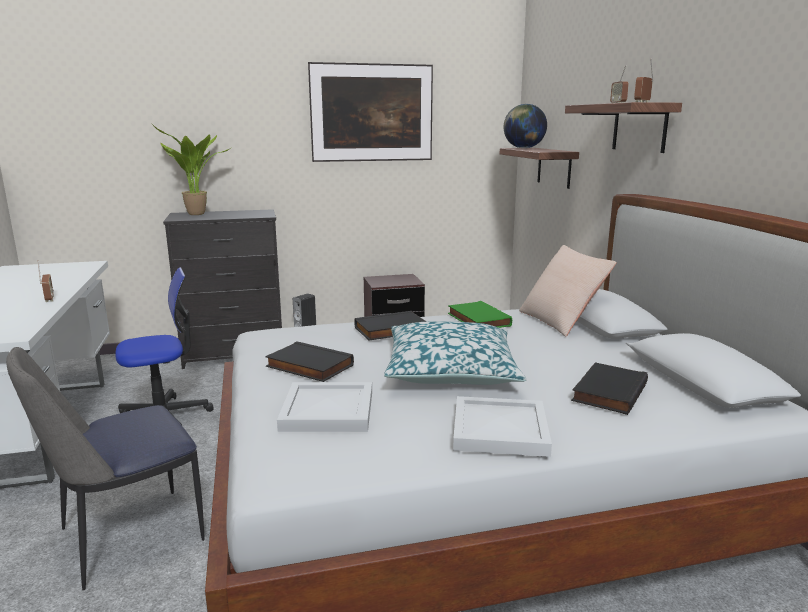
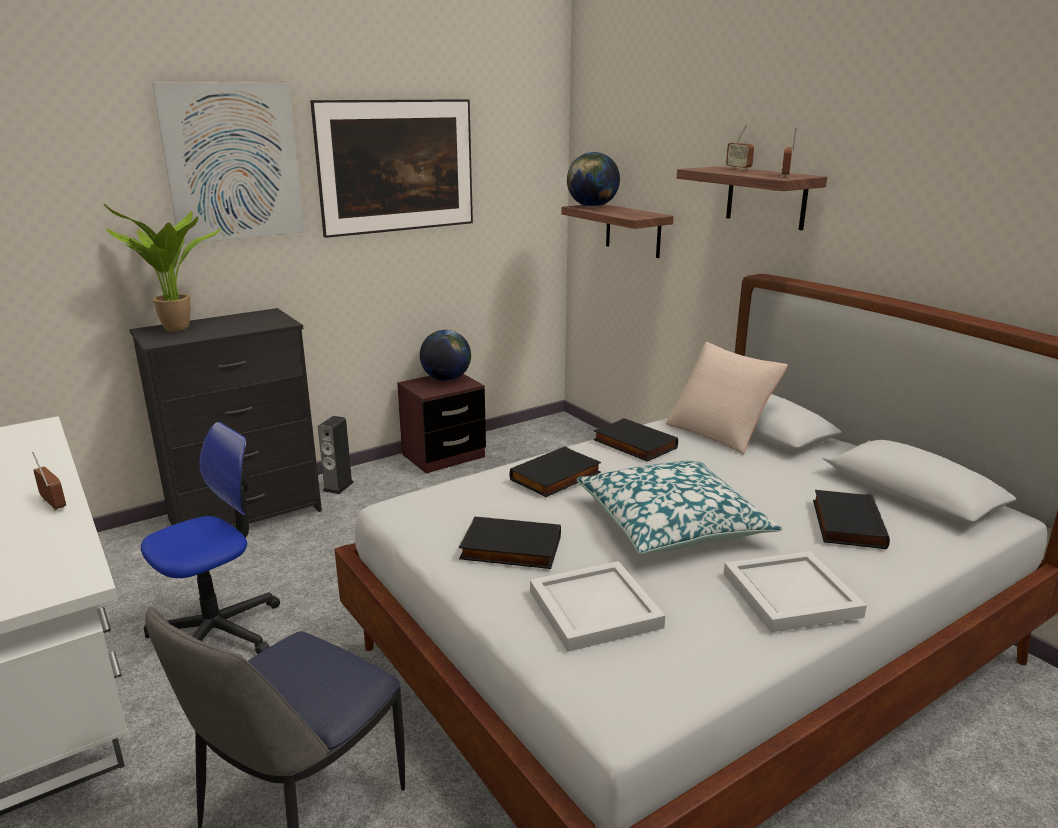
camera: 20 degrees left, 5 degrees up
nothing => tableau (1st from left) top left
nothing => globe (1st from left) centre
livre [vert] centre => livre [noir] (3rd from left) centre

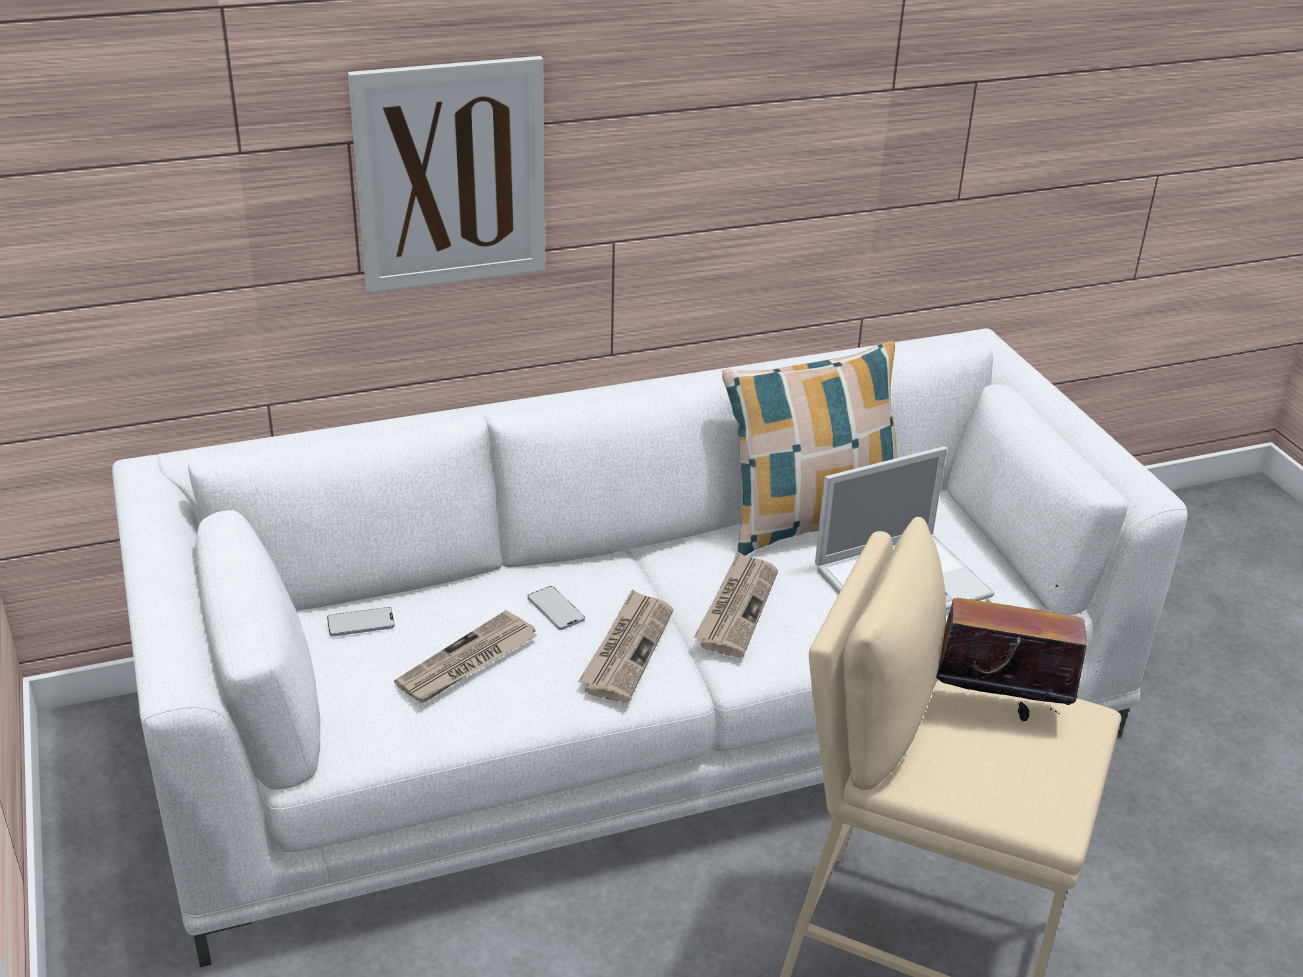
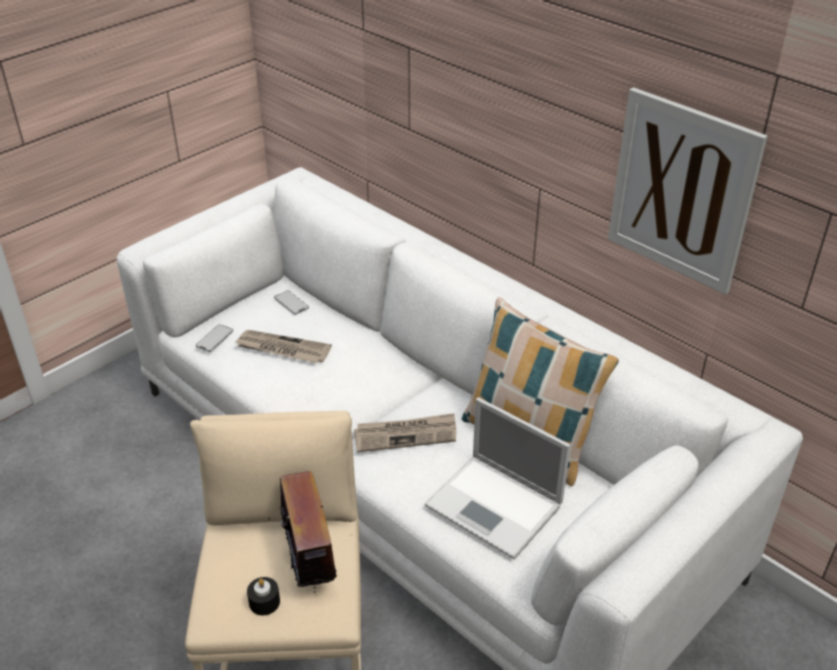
camera: 65 degrees right, 5 degrees up
journal (2nd from left) centre => nothing
nothing => bougie [noir] bottom left
tableau top centre => tableau top right, moved
téléphone (2nd from left in the first image) centre => téléphone (1st from left) middle left, moved

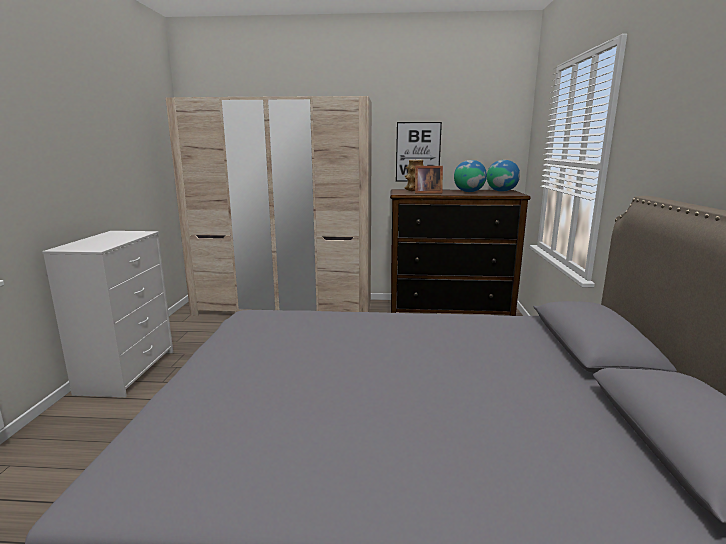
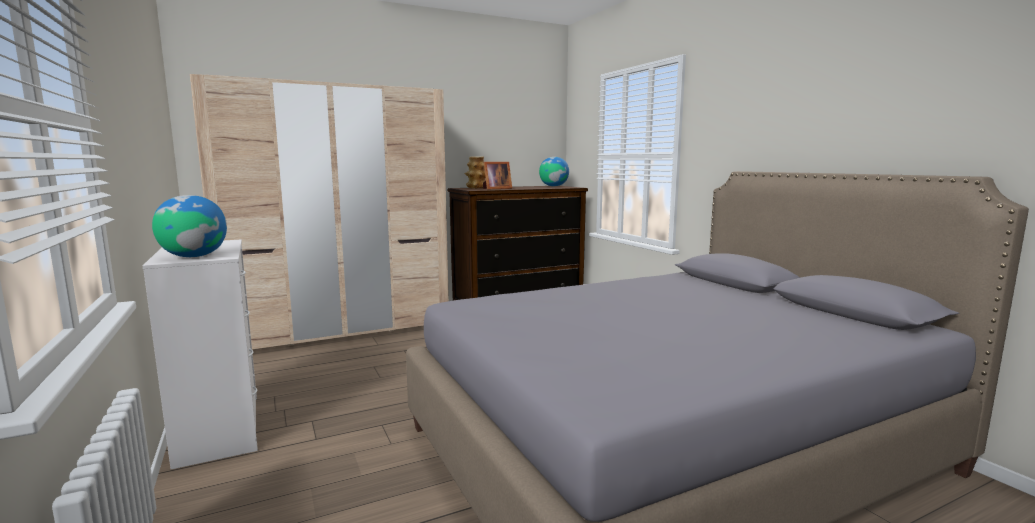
camera: 30 degrees left, 5 degrees down
tableau top centre => nothing
globe (1st from left) top centre => globe (1st from left) middle left, moved

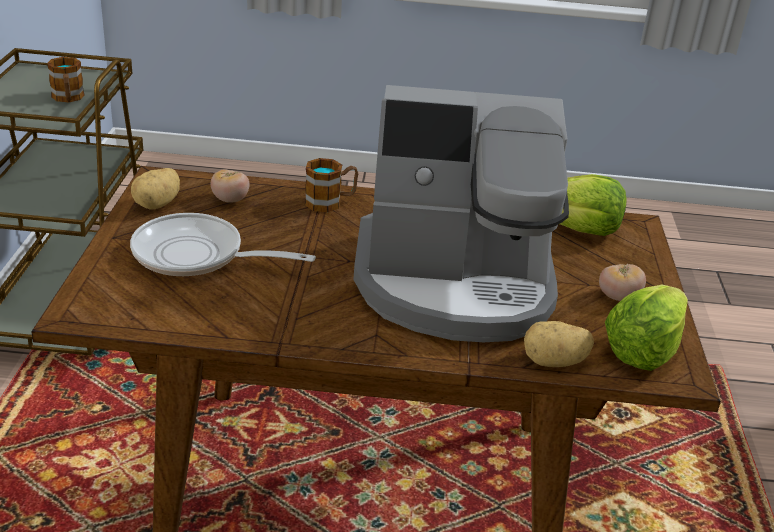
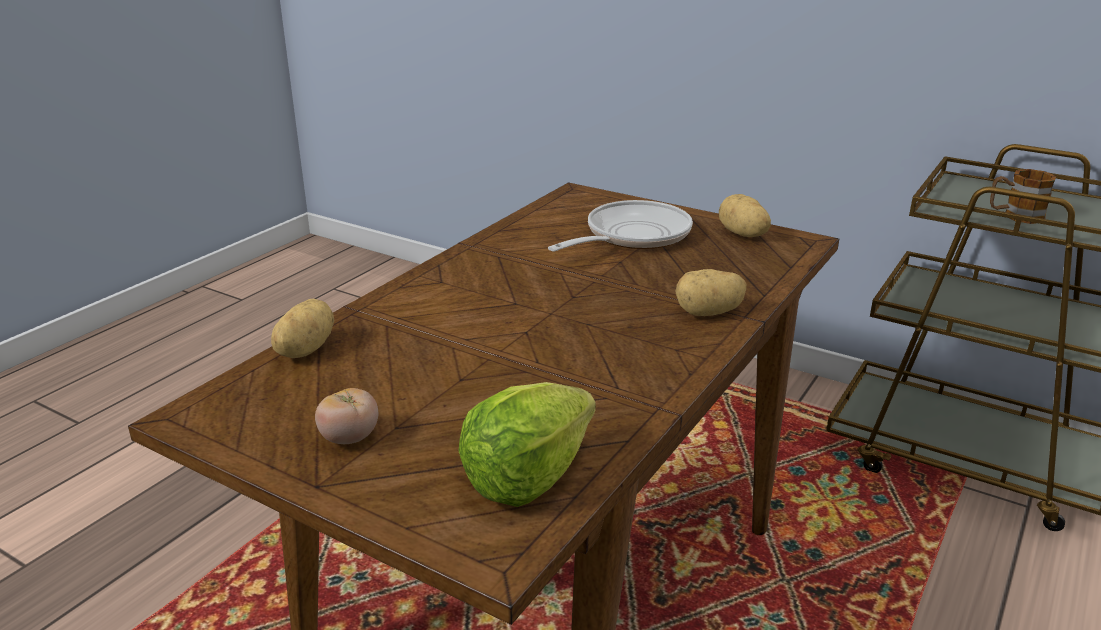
camera: 120 degrees right, 5 degrees down
tomate (1st from left) middle left => nothing
machine à café centre => nothing
laitue (2nd from left) middle right => nothing
mug (2nd from left) centre => pomme de terre (2nd from left) centre

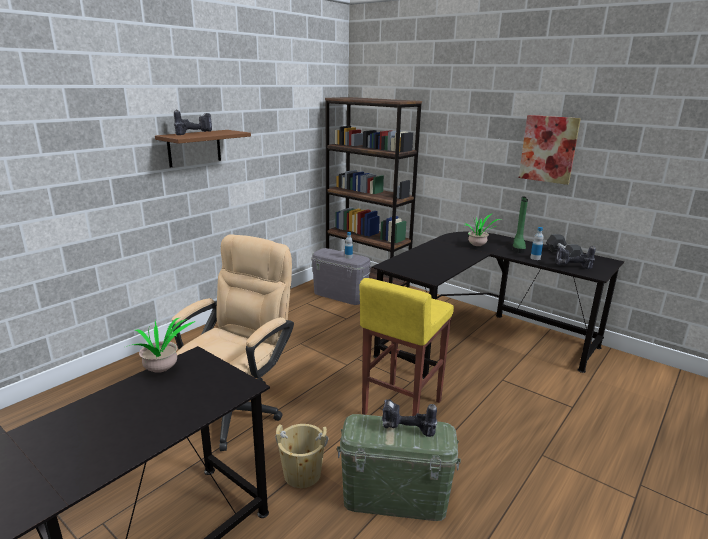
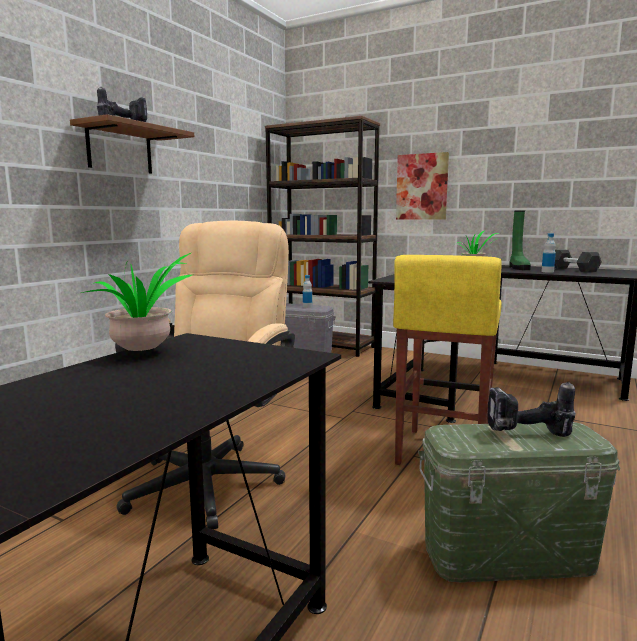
camera: 10 degrees left, 10 degrees down
seau [beige] bottom centre => nothing
perceuse (3rd from left) middle right => nothing
tableau top right => tableau top centre, moved

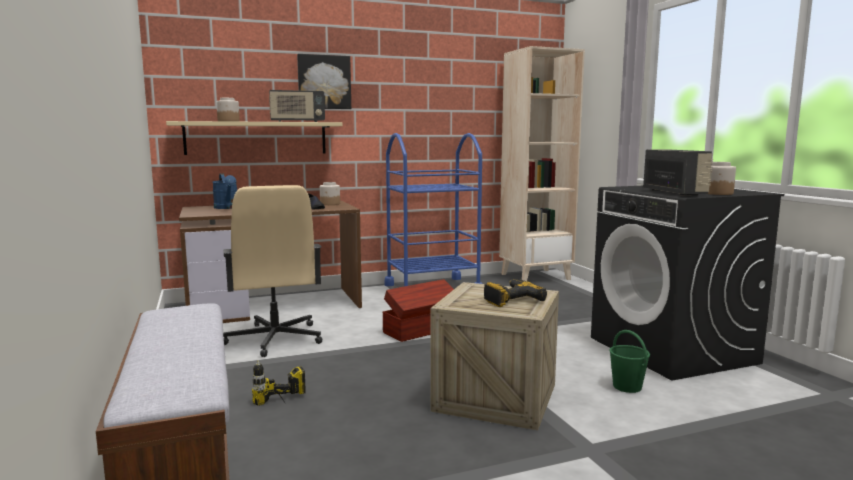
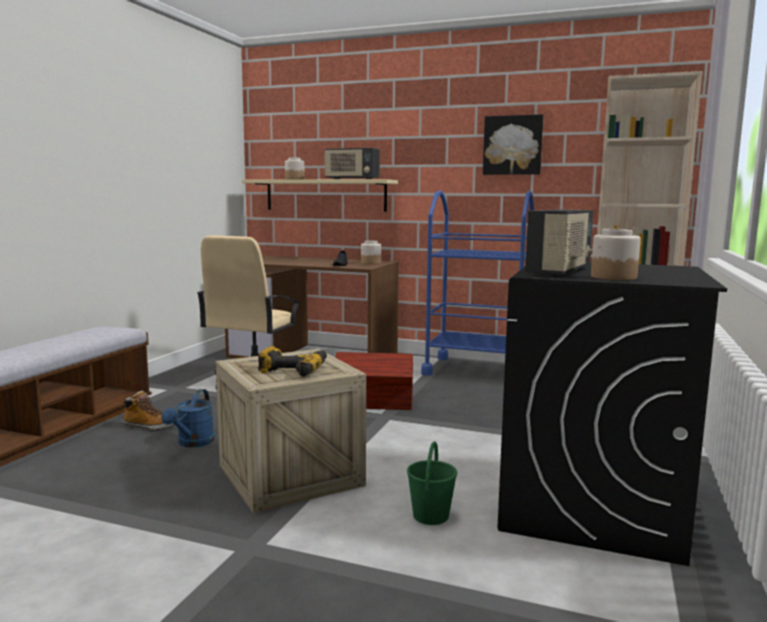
camera: 40 degrees right, 0 degrees up
arrosoir [bleu] middle left => arrosoir [bleu] bottom left, moved
tableau top centre => tableau top right, moved
perceuse (1st from left) bottom left => botte middle left

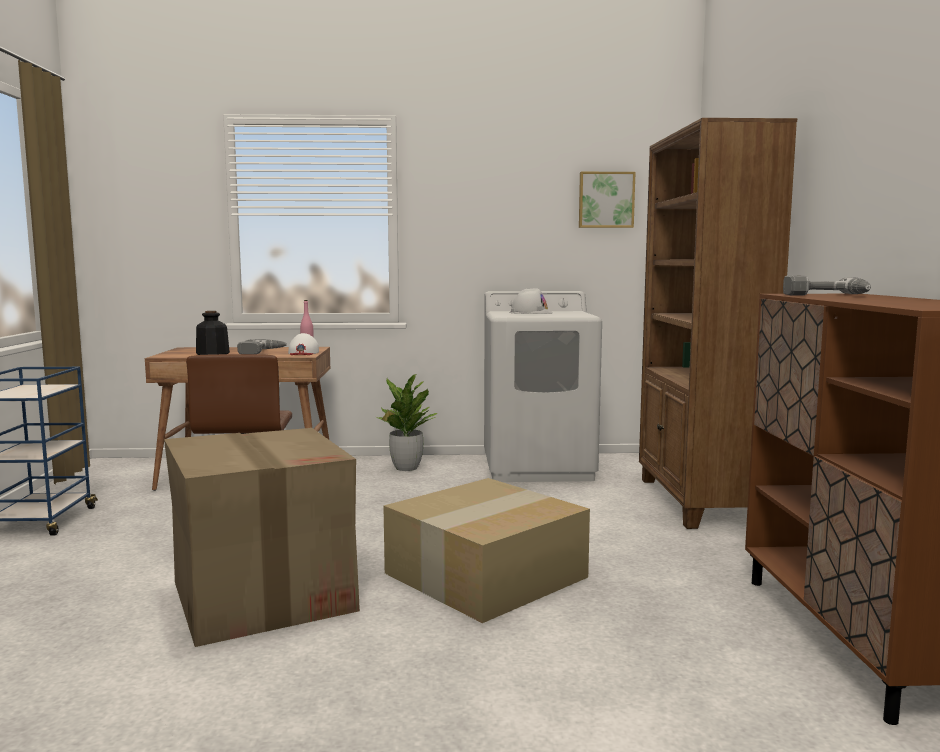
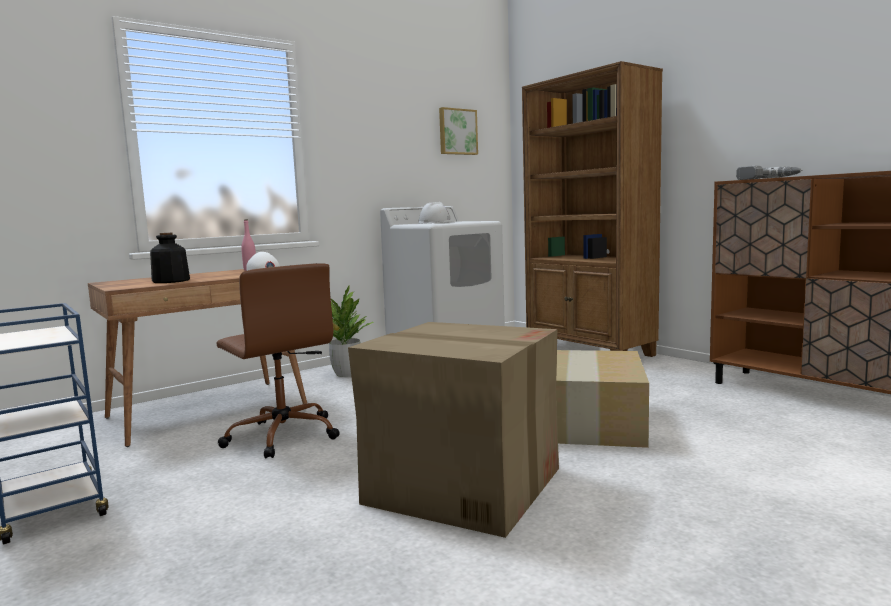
camera: 35 degrees left, 0 degrees up
perceuse (1st from left) middle left => nothing

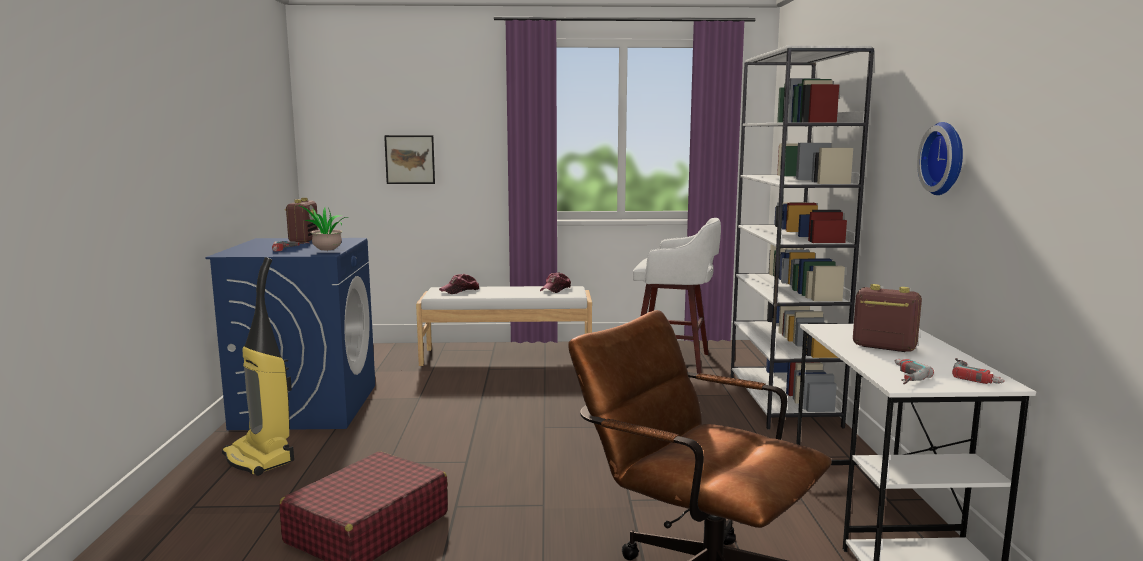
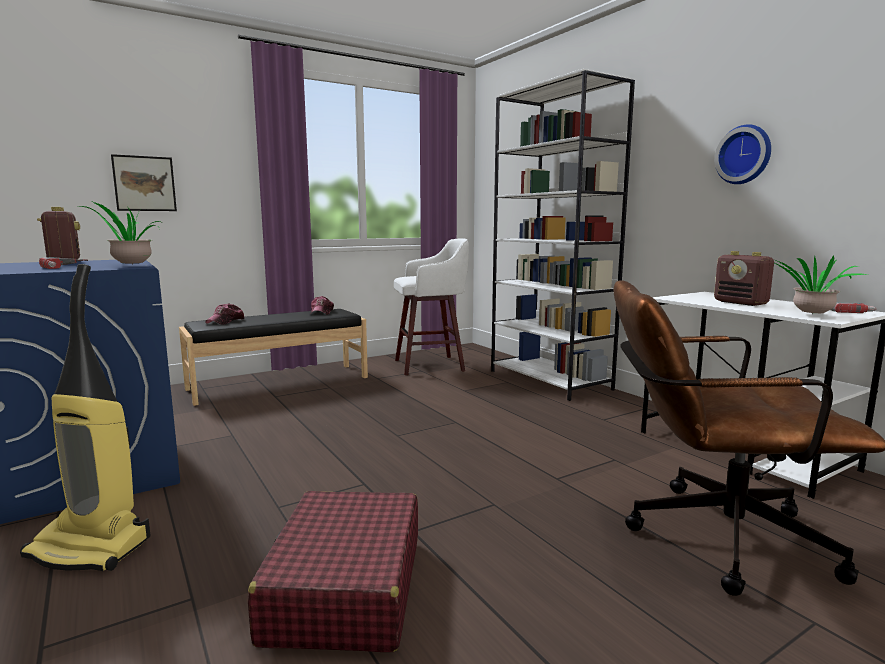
camera: 30 degrees left, 0 degrees up
perceuse (2nd from left) middle right => plante en pot (2nd from left) middle right
banc [blanc] centre => banc [noir] middle left
radio (2nd from left) middle right, 120 degrees counterclockwise

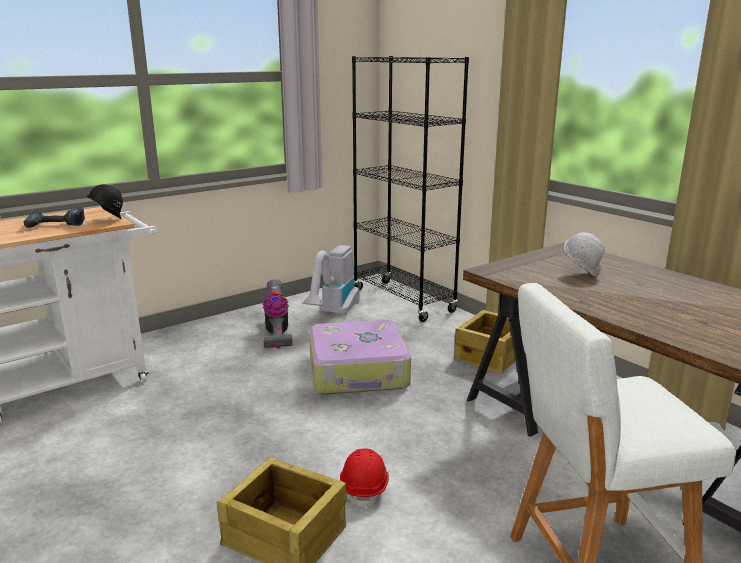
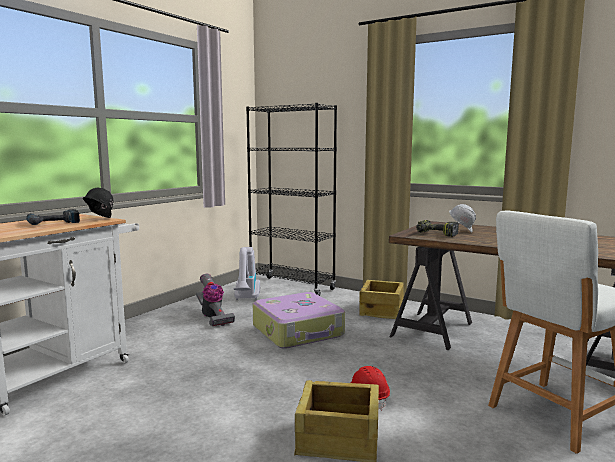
camera: 20 degrees left, 10 degrees down
nothing => perceuse (2nd from left) middle right

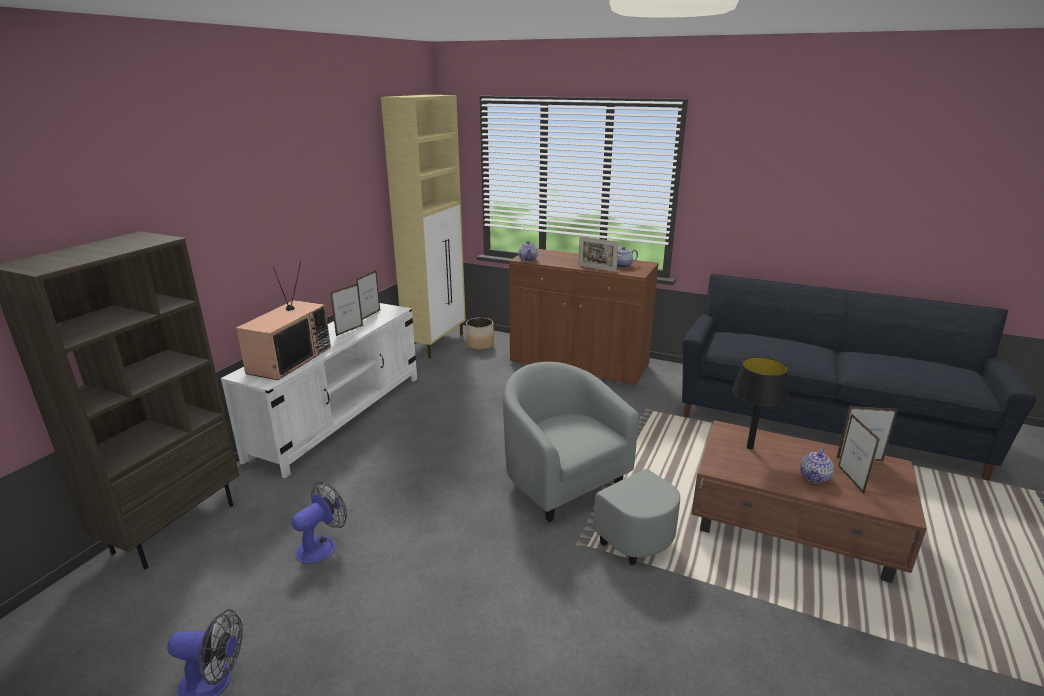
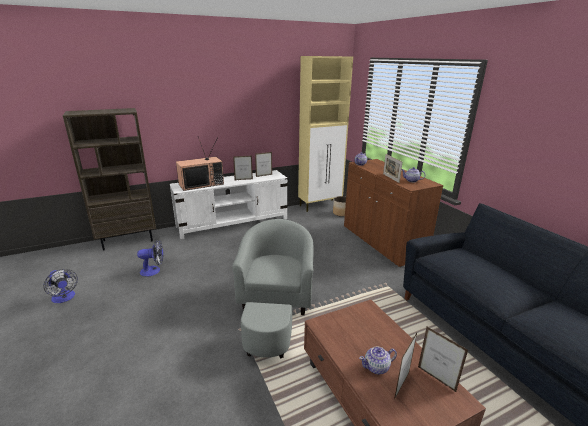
camera: 40 degrees right, 0 degrees up
lampe de table [noir] middle right => nothing

